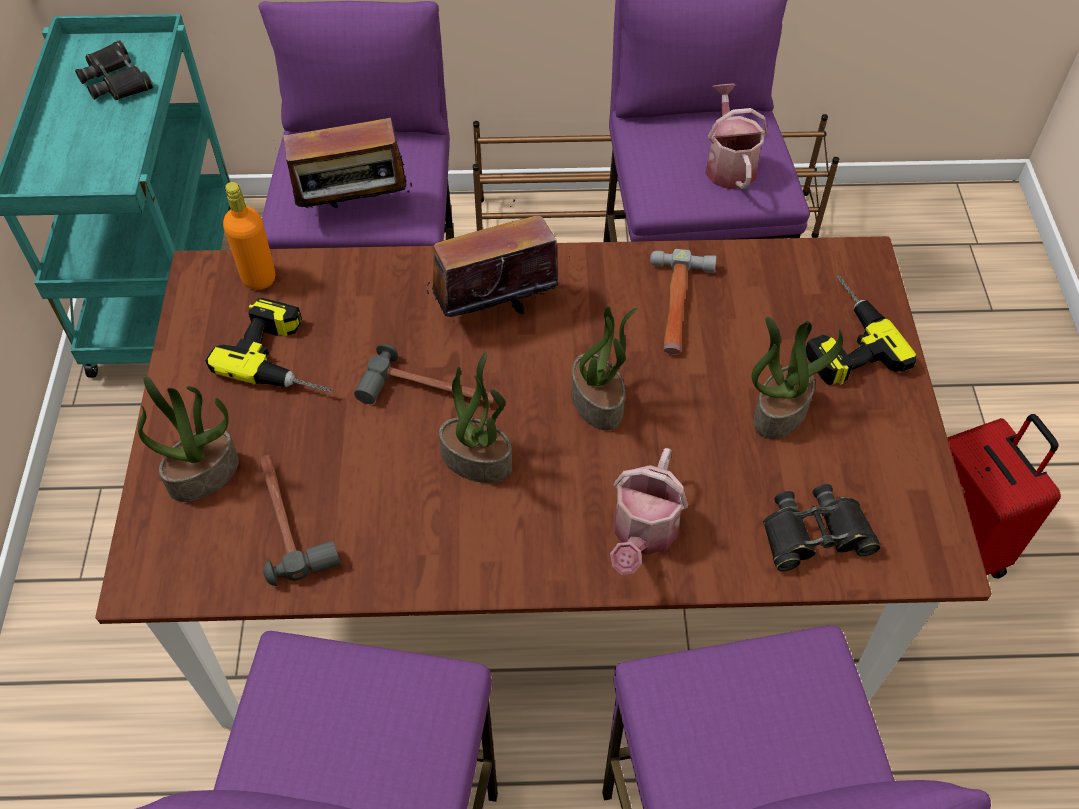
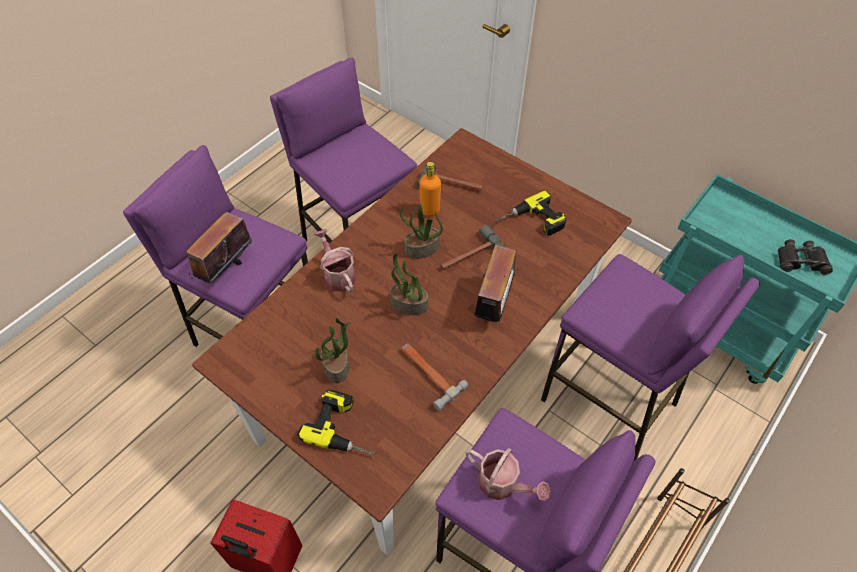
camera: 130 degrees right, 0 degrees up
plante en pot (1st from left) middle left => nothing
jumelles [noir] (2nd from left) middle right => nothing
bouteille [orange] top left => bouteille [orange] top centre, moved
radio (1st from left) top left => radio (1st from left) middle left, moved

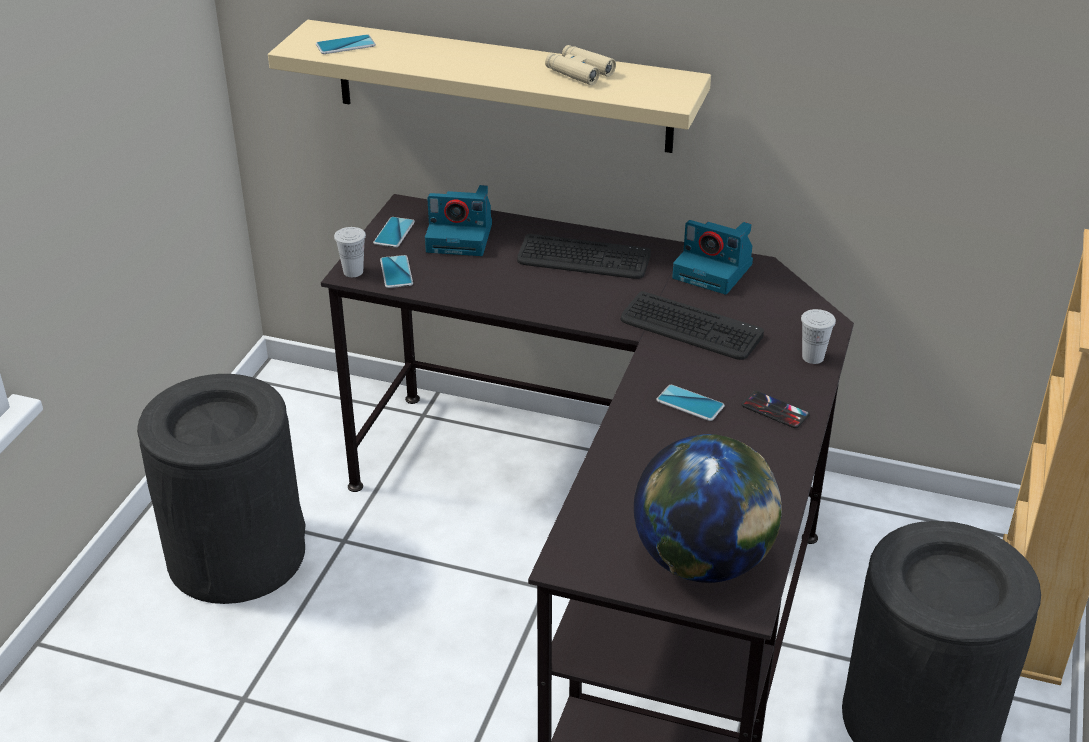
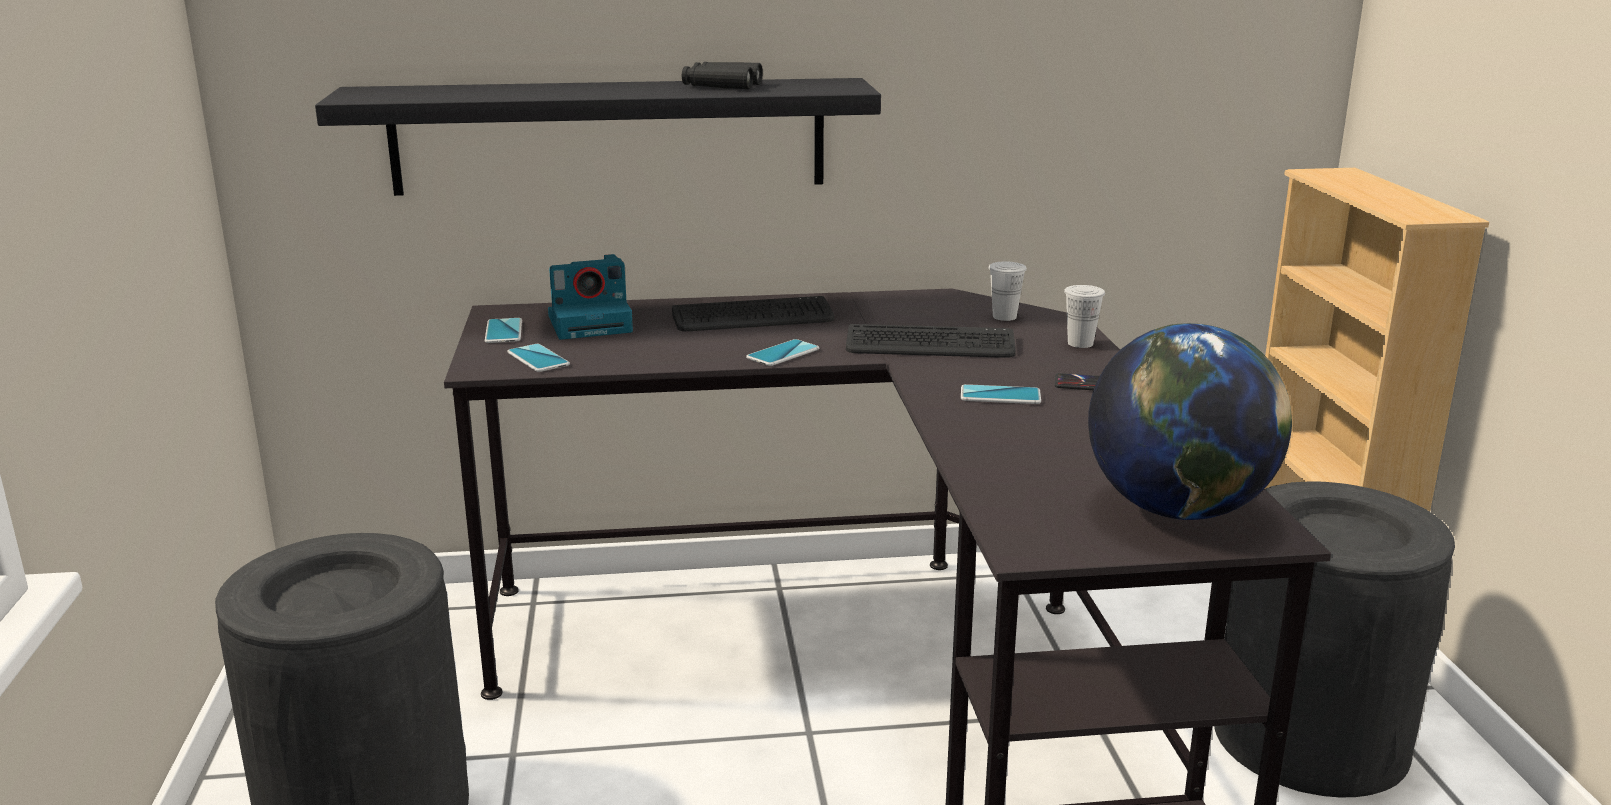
camera: 25 degrees left, 15 degrees down
appareil photo (2nd from left) centre => nothing
téléphone (1st from left in the first image) top left => téléphone (3rd from left) centre, moved
tasse [blanc] (1st from left) middle left => tasse [blanc] (1st from left) centre, moved
étagère [beige] top centre => étagère [noir] top centre
jumelles [beige] top centre => jumelles [noir] top centre

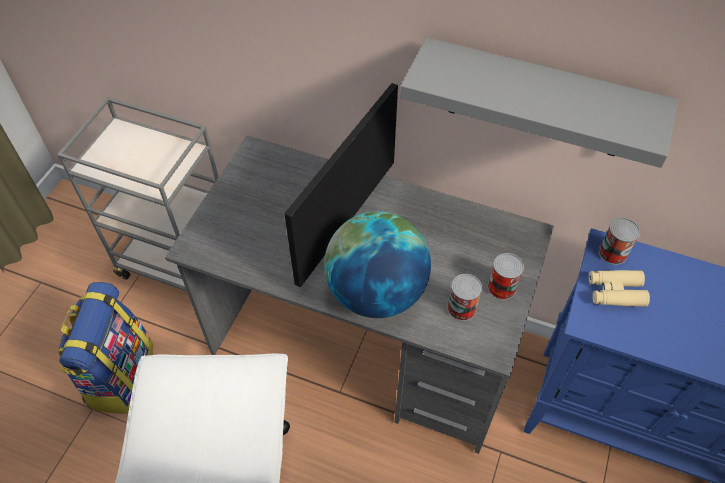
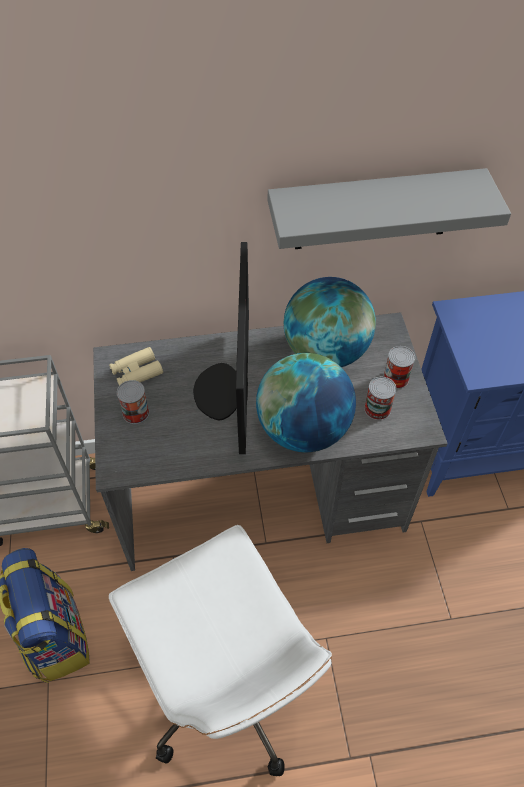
camera: 30 degrees left, 0 degrees up
nothing => globe (2nd from left) centre
jumelles [beige] middle right => jumelles [beige] middle left, moved
boîte métallique (3rd from left in the first image) middle right => boîte métallique (1st from left) middle left, moved

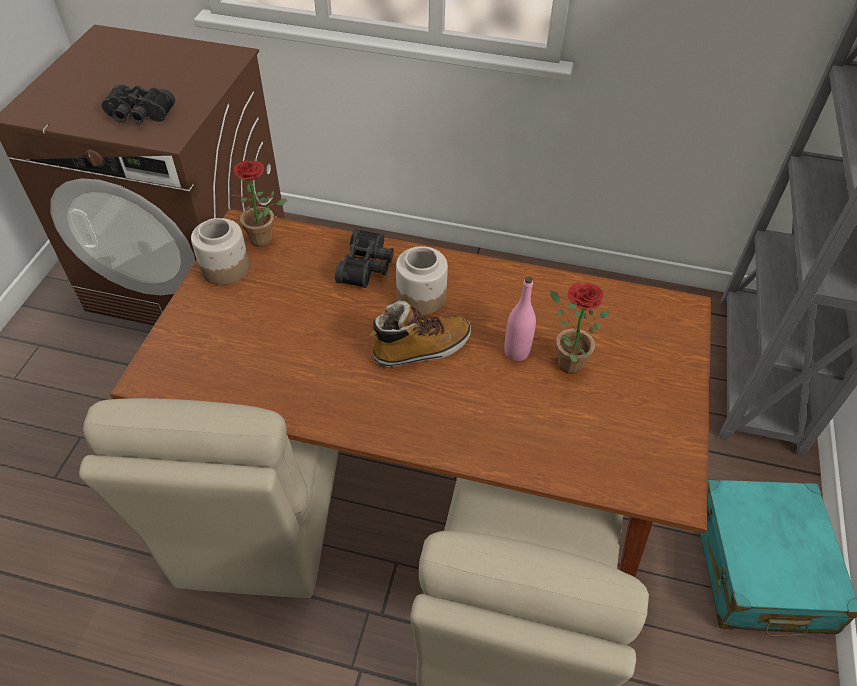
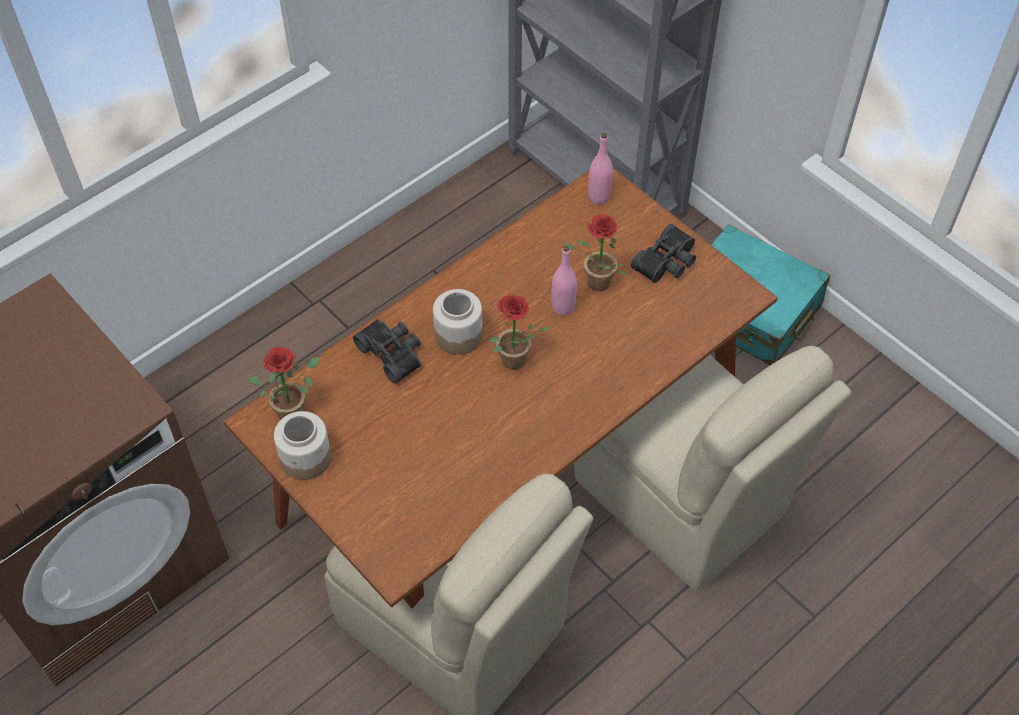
camera: 55 degrees left, 5 degrees up
nothing => bouteille [rose] (2nd from left) top centre
jumelles [noir] (1st from left in the first image) top left => jumelles [noir] (2nd from left) centre, moved
botte centre => plante en pot (2nd from left) centre

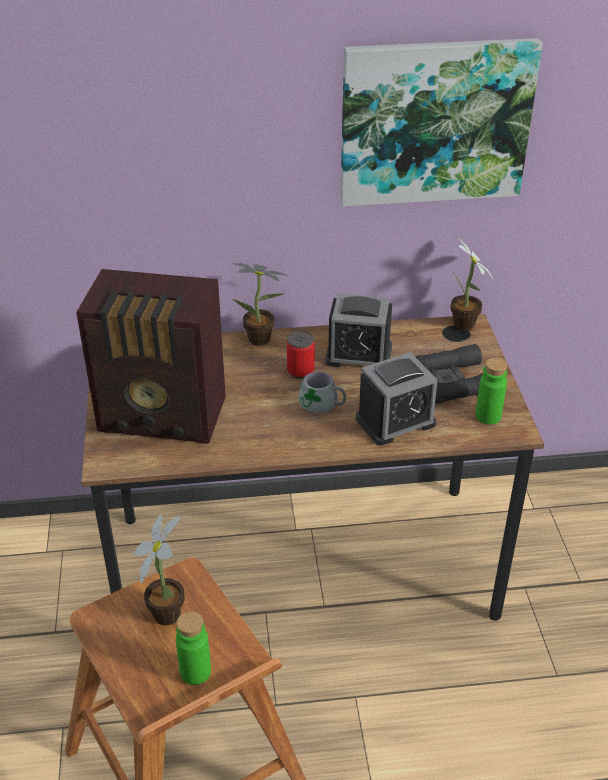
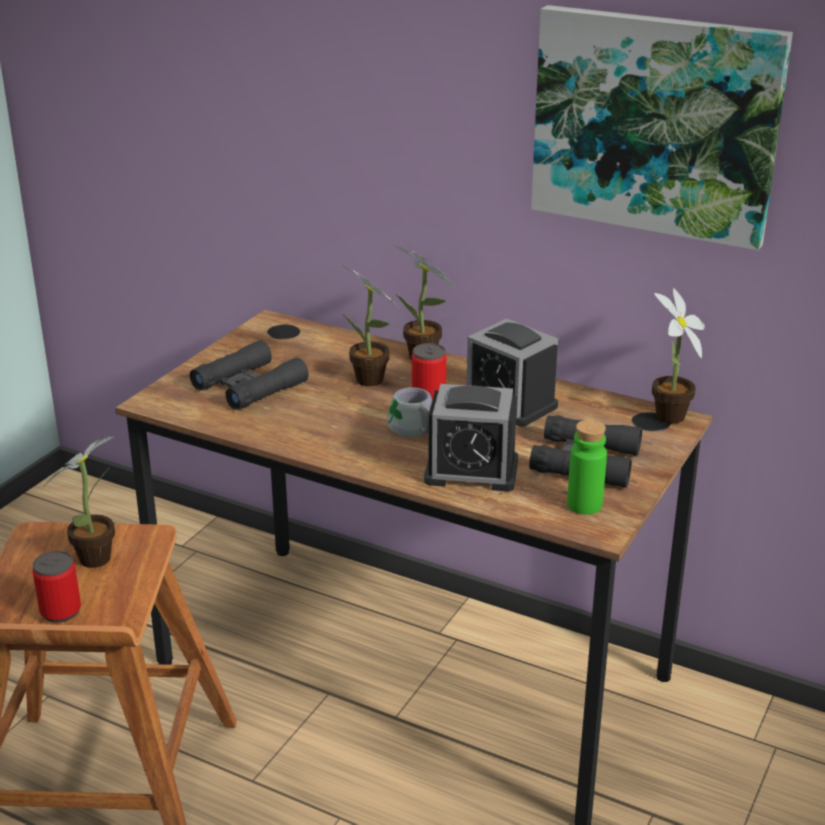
camera: 35 degrees right, 10 degrees down
nothing => plante en pot (2nd from left) centre
radio middle left => jumelles [noir] (1st from left) middle left
bouteille [vert] (1st from left) bottom left => boîte métallique (1st from left) bottom left

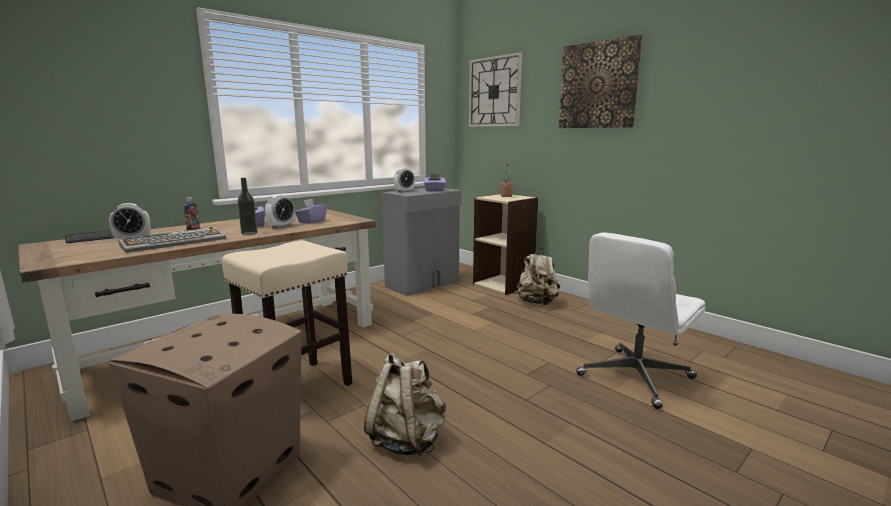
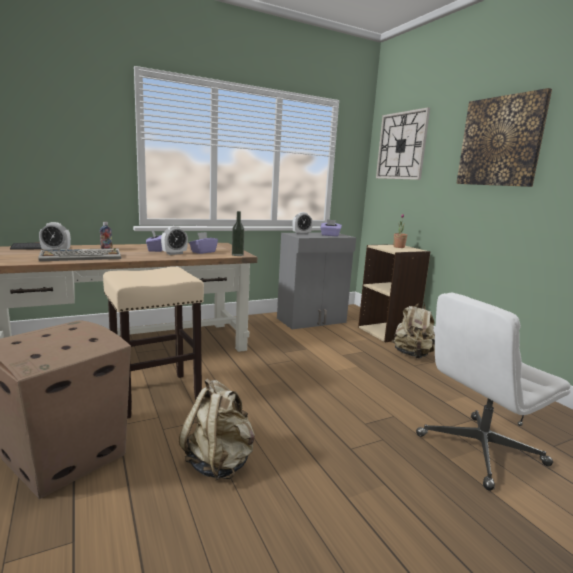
camera: 15 degrees right, 0 degrees up
bouteille (2nd from left) middle left => bouteille (2nd from left) centre, moved

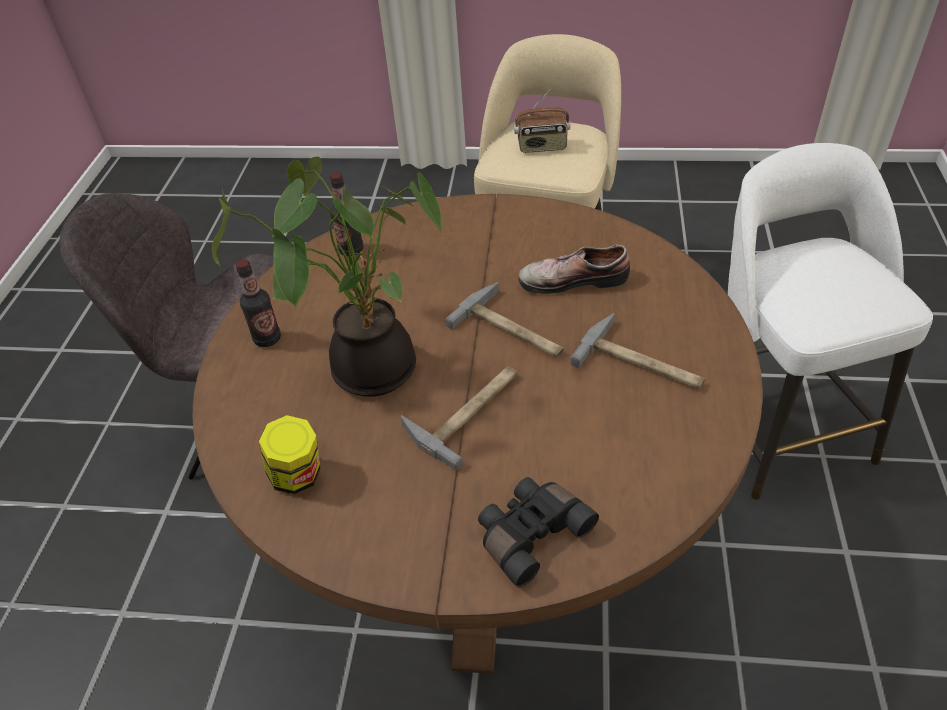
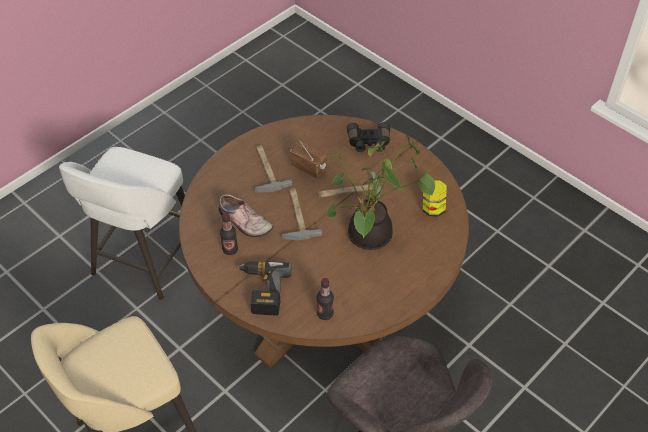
camera: 145 degrees left, 5 degrees up
nothing => perceuse bottom centre
bouteille (1st from left) middle left => bouteille (1st from left) centre, moved
radio top centre => radio centre, moved

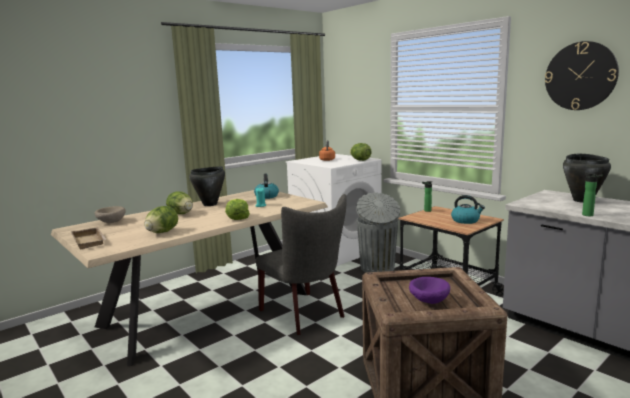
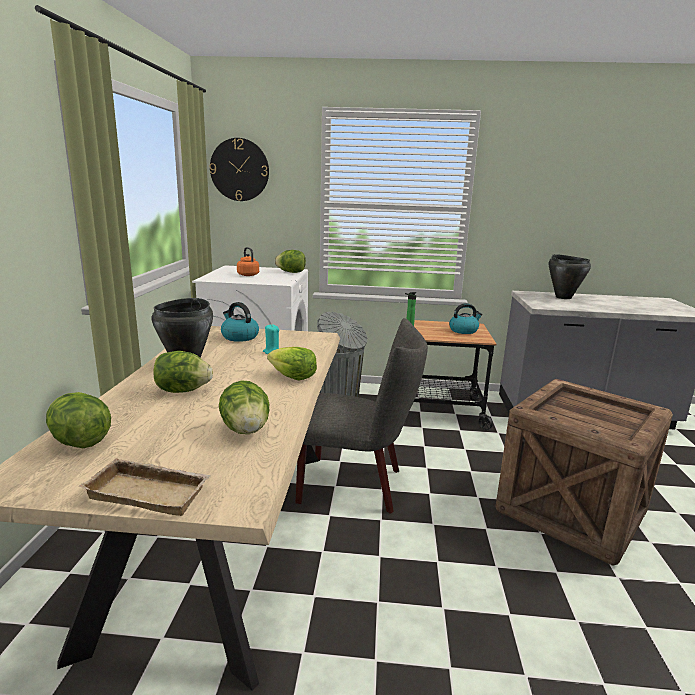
camera: 45 degrees left, 5 degrees up
bol [violet] bottom right => nothing
bouteille (2nd from left) middle right => nothing
horloge murale top right => horloge murale top centre, moved
bol [beige] middle left => laitue (1st from left) middle left

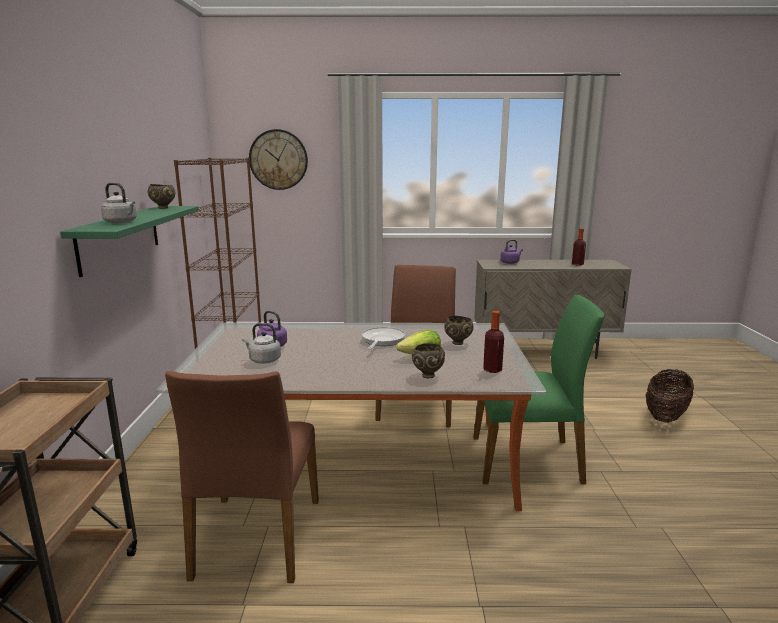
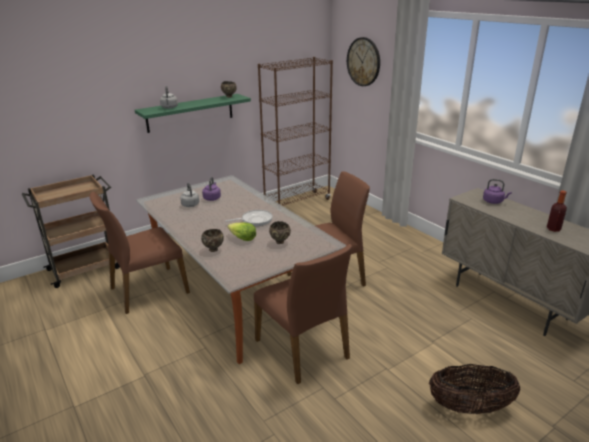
camera: 55 degrees right, 10 degrees up
bouteille (1st from left) centre => nothing
chaise [vert] middle right => chaise [marron] (2nd from left) bottom centre

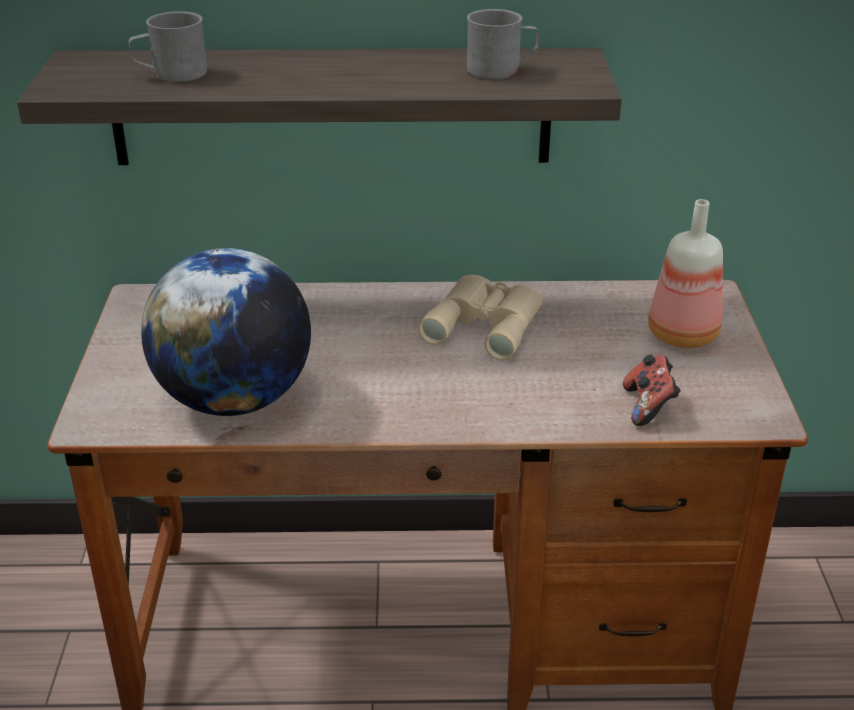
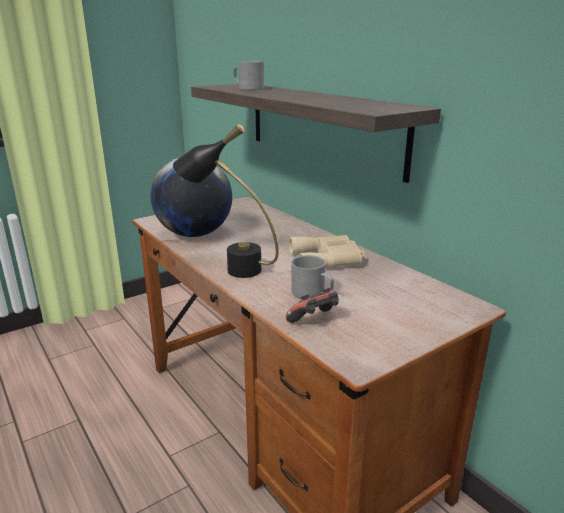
camera: 55 degrees right, 10 degrees down
bouteille middle right => nothing
nothing => lampe de table [noir] centre
mug [gris] (2nd from left) top centre => mug [gris] (2nd from left) centre, moved

